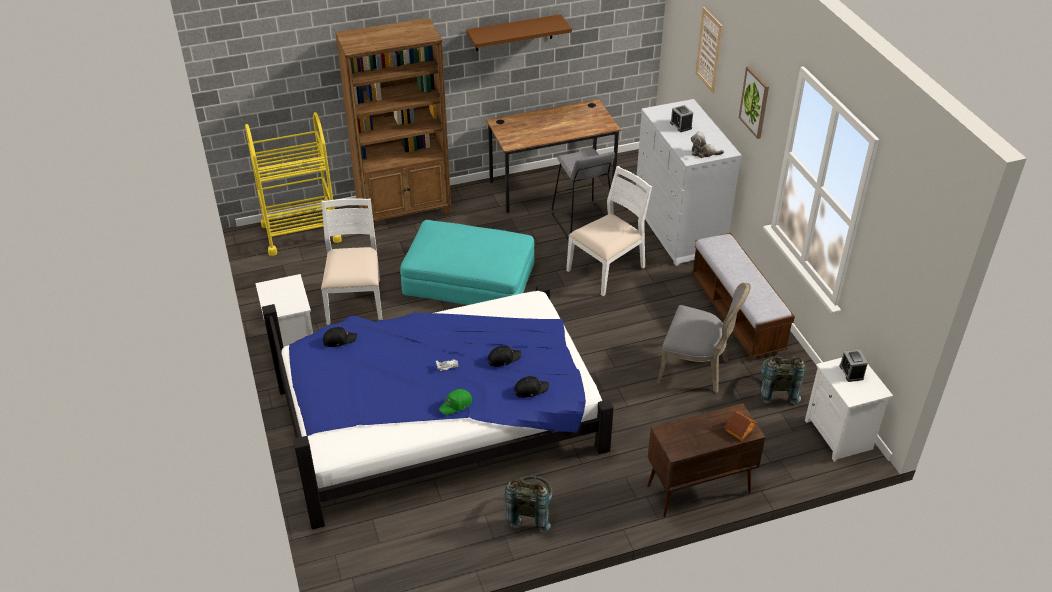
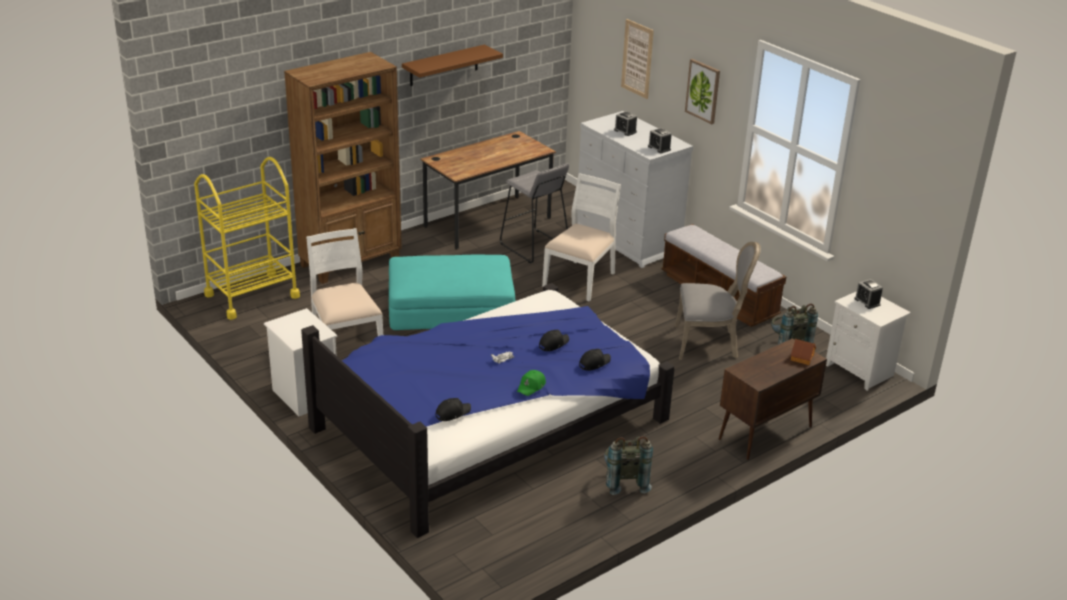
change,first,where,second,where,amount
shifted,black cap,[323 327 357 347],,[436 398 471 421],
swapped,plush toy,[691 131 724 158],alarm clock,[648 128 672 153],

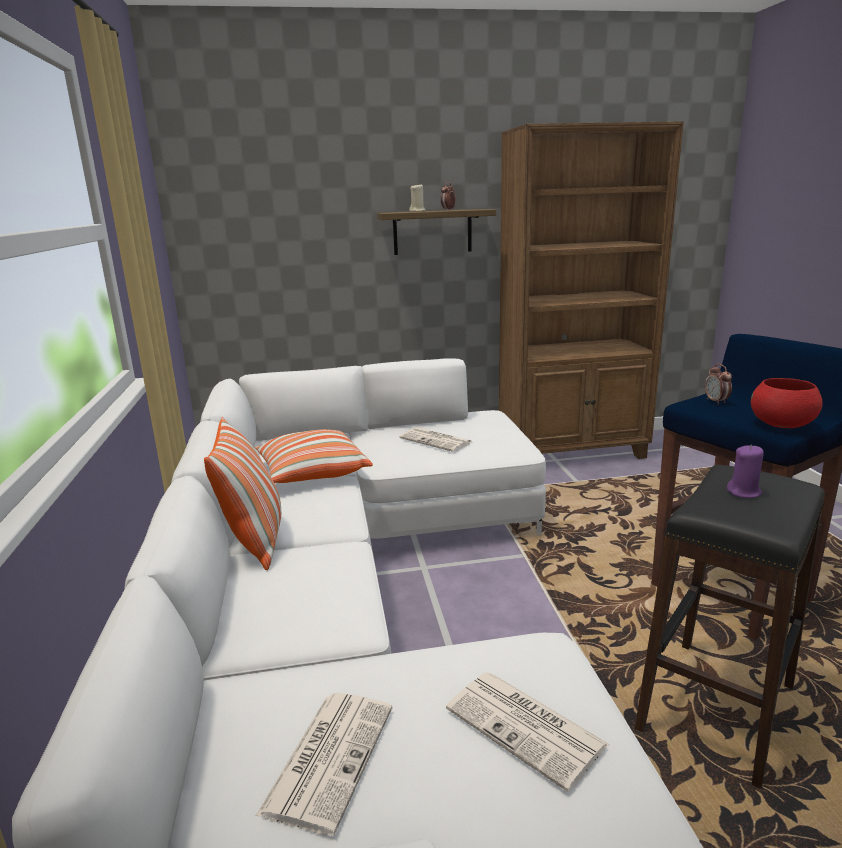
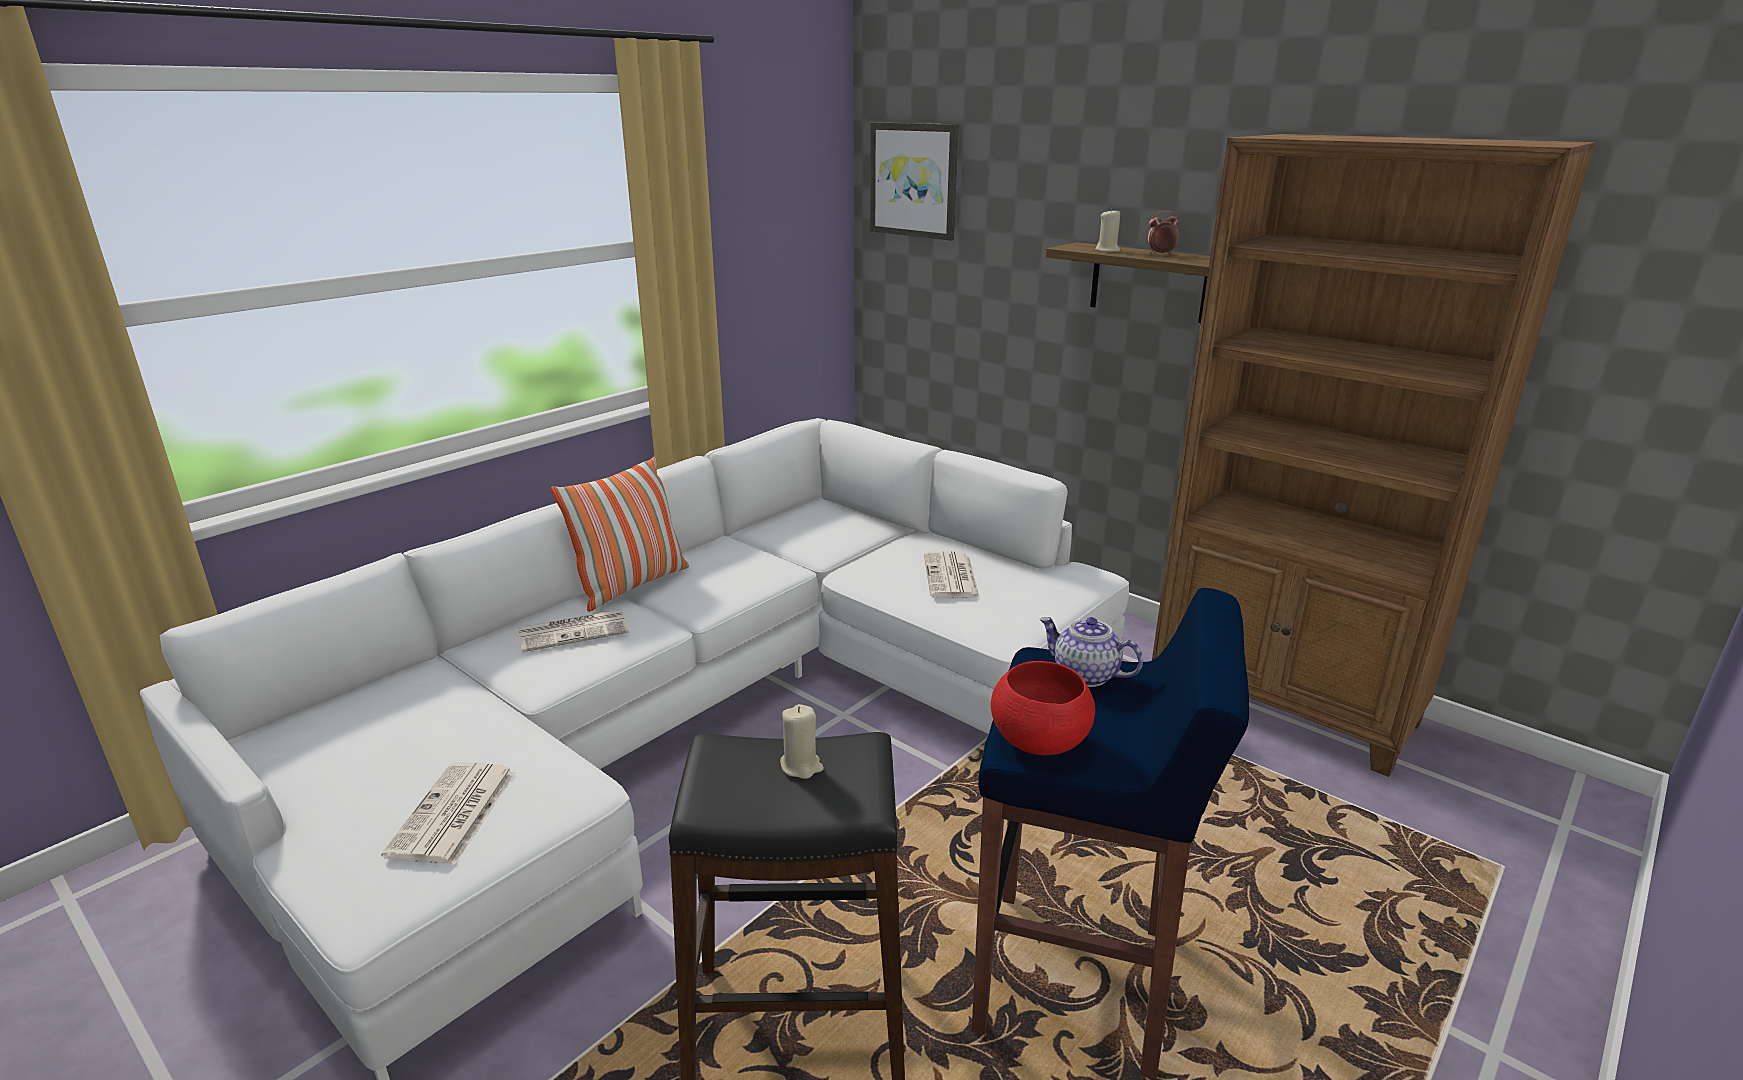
change,first,where,second,where,amount
shifted,newspaper,[256 693 392 836],,[518 609 629 652],
repainted,purple candle,[727 445 764 498],beige candle,[780 704 824 779],
new,,,picture,[870 122 958 241],
swapped,alarm clock,[705 364 732 405],teapot,[1040 617 1143 687],
gone,pillow,[255 429 373 483],,,

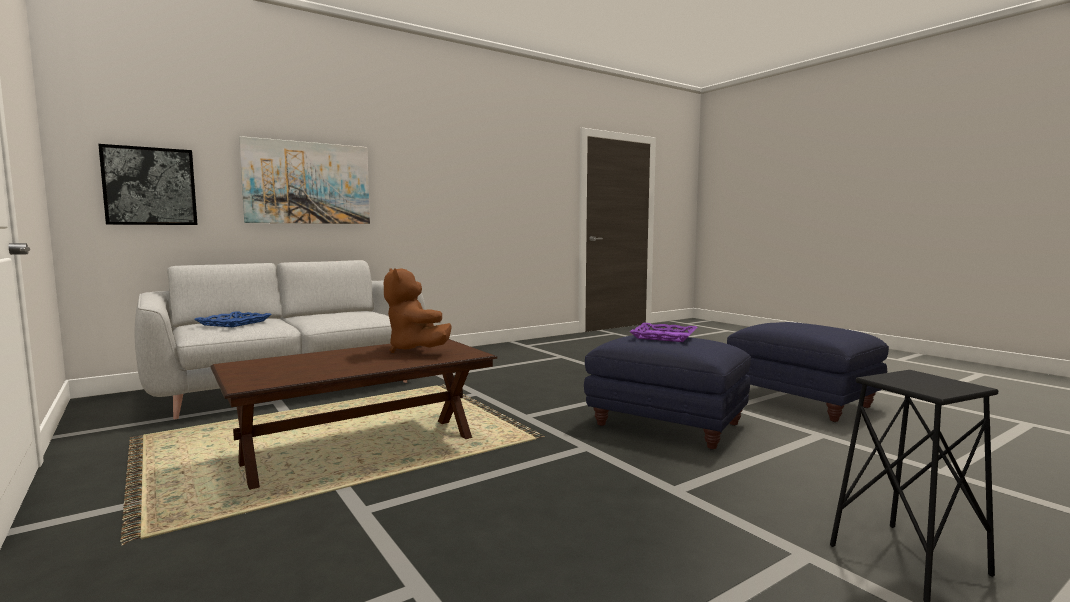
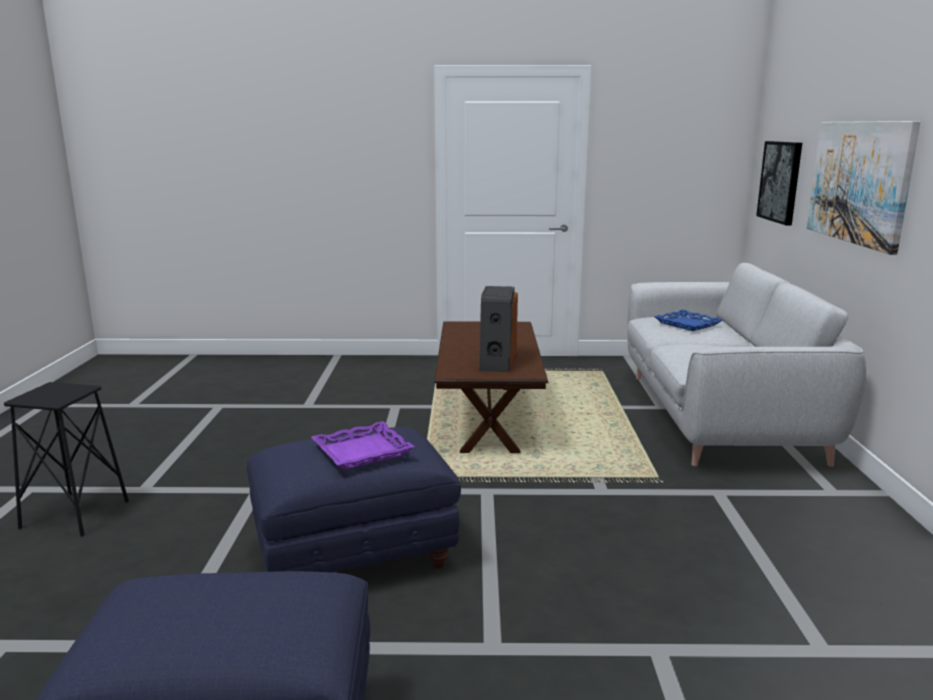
change,first,where,second,where,amount
swapped,brown plush toy,[384 268 452 353],speaker,[479 286 518 372],

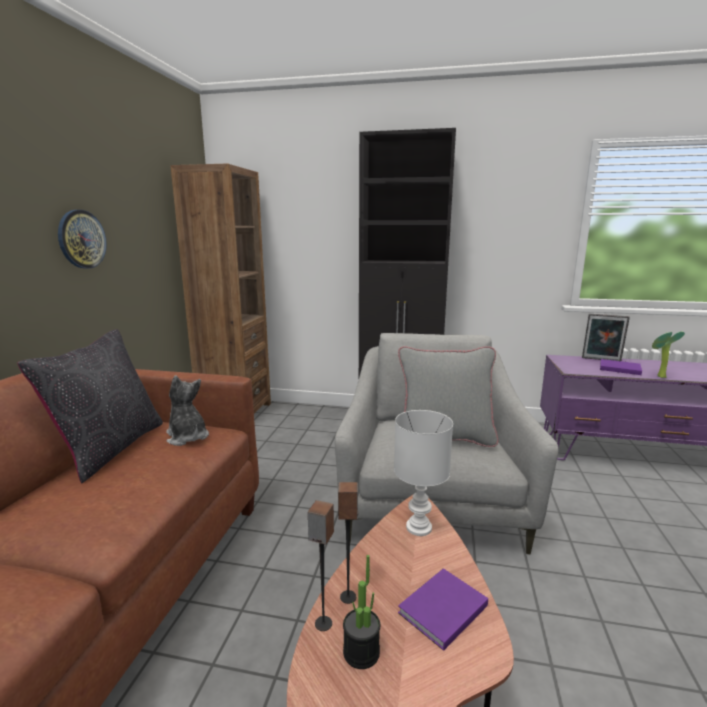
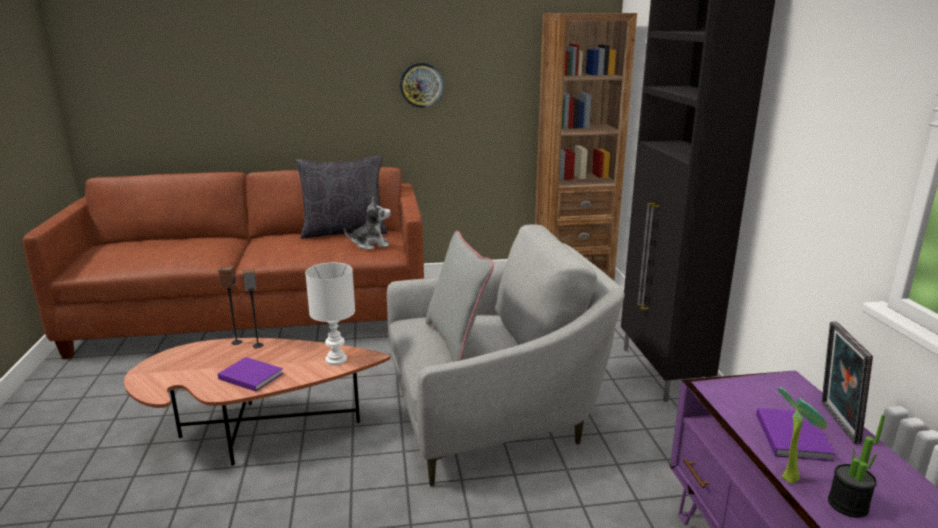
change,first,where,second,where,amount
rotated,plush toy,[166 376 209 446],,[344 198 391 250],45 degrees clockwise
shifted,potted plant,[343 555 380 669],,[828 415 885 518],

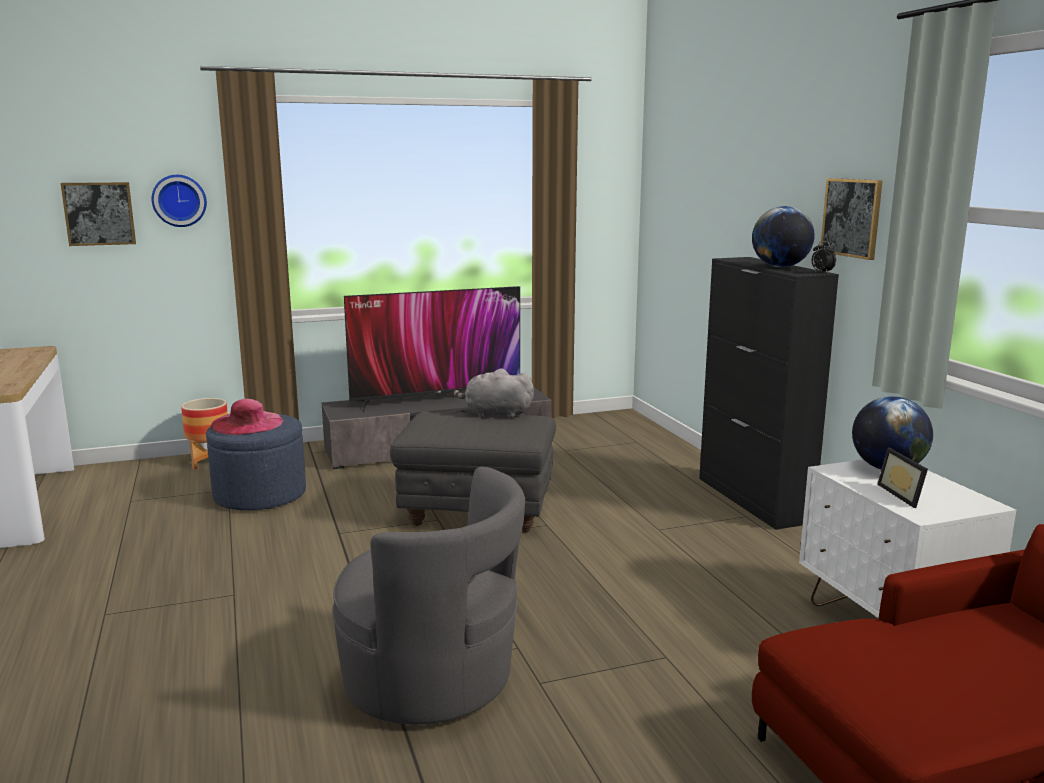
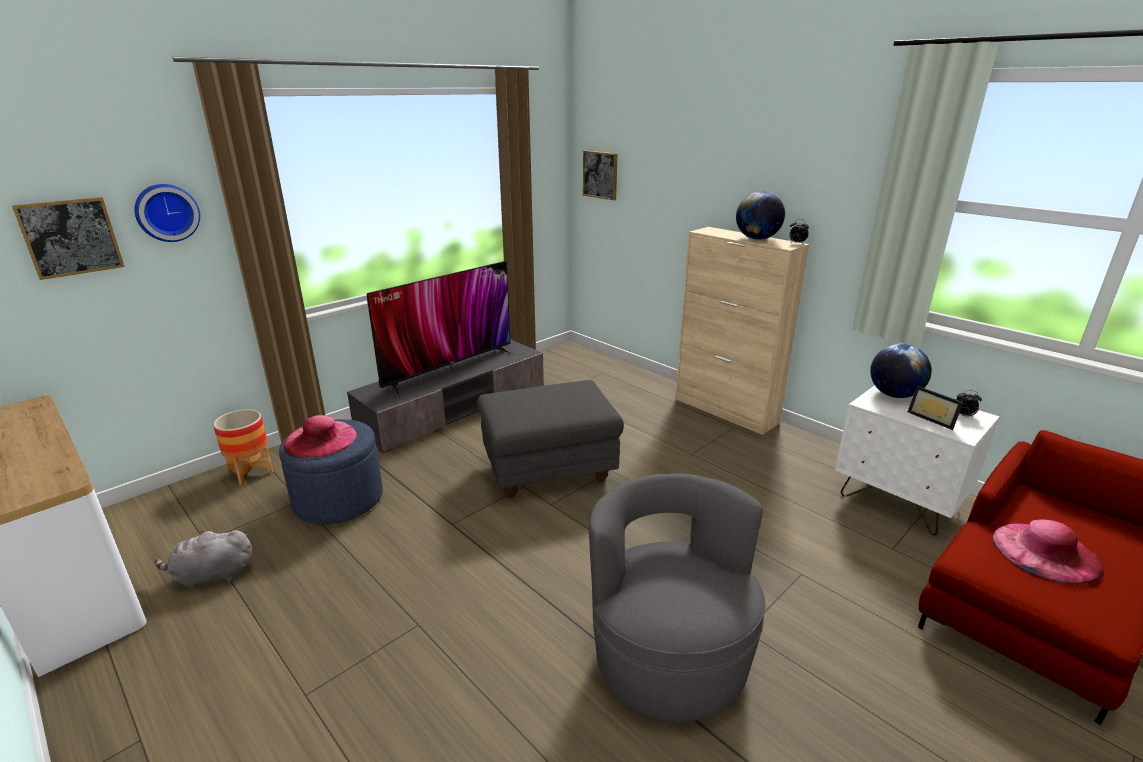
change,first,where,second,where,amount
shifted,grey plush toy,[454 368 534 418],,[155 530 252 590],
shifted,picture,[820 178 883 260],,[583 151 617 200],
rotated,grey armchair,[332 467 525 724],,[589 473 765 722],105 degrees counterclockwise
repainted,black cabinet,[699 257 839 530],beige cabinet,[675 227 809 435],
new,,,alarm clock,[956 390 982 417],
new,,,pink hat,[993 520 1104 584],

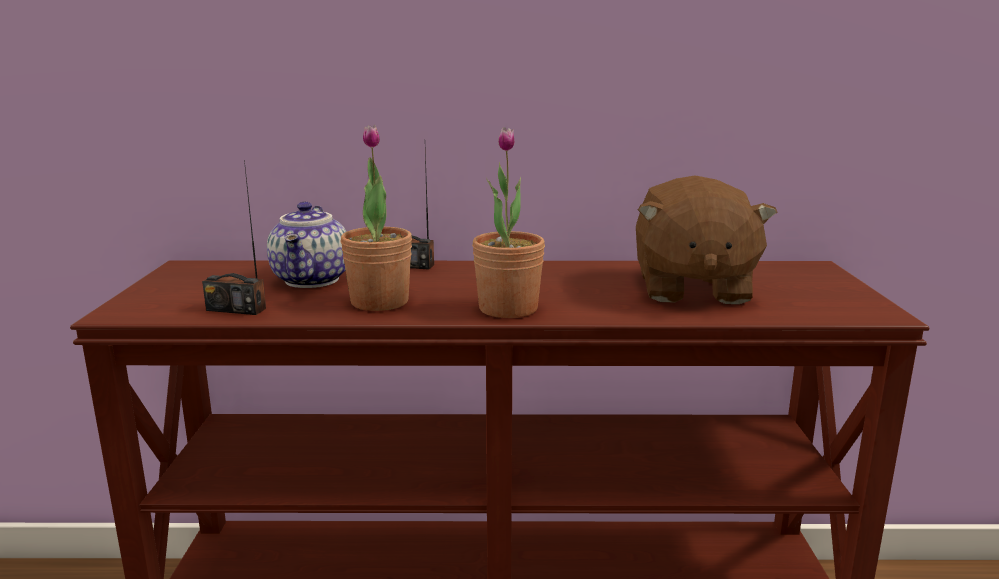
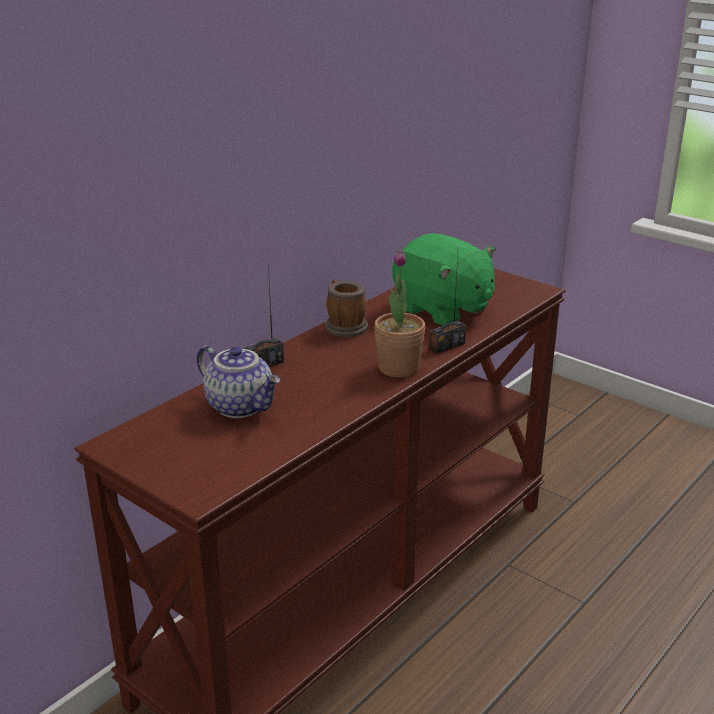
change,first,where,second,where,amount
new,,,mug,[325 280 368 337],
repainted,brown plush toy,[636 176 778 304],green plush toy,[392 233 496 325],
shifted,radio,[202 160 266 315],,[429 256 466 354],
gone,potted plant,[341 125 412 311],,,

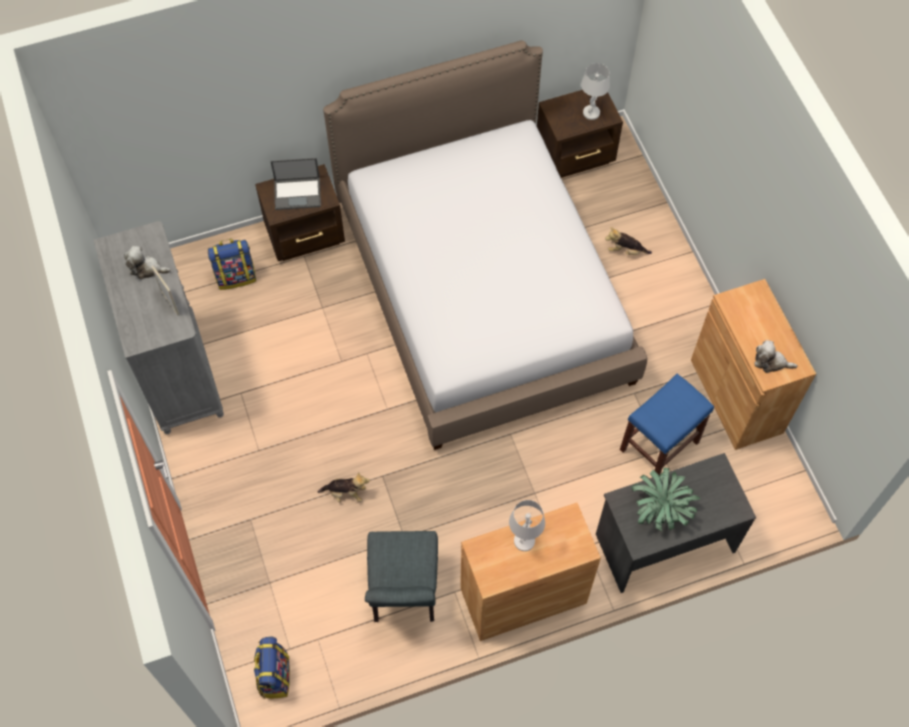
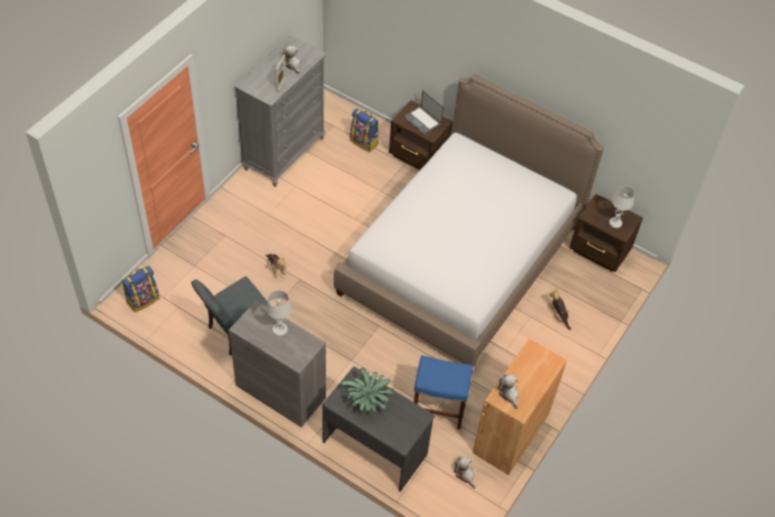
change,first,where,second,where,amount
repainted,brown cabinet,[461 503 601 641],grey cabinet,[229 301 326 428],
new,,,plush toy,[454 456 476 489],

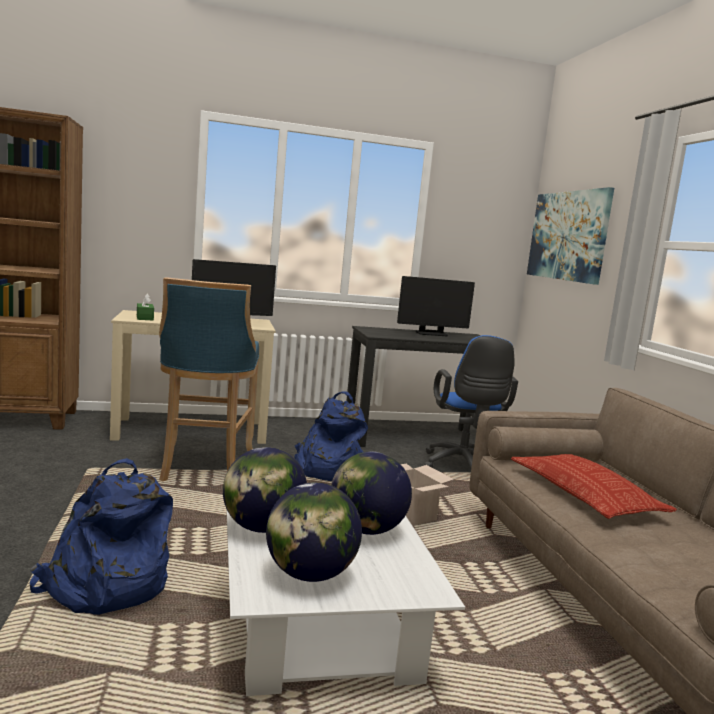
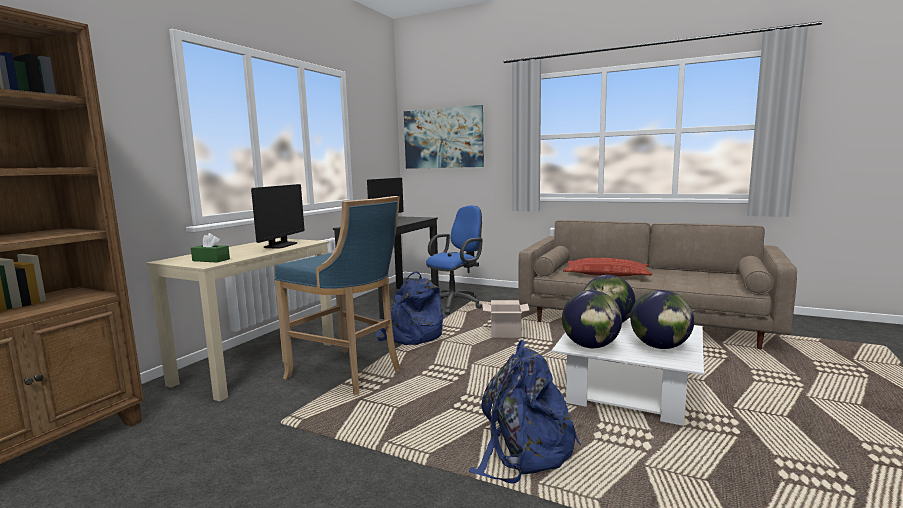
change,first,where,second,where,amount
rotated,blue office chair,[424 335 518 469],,[426 205 483 315],75 degrees counterclockwise

